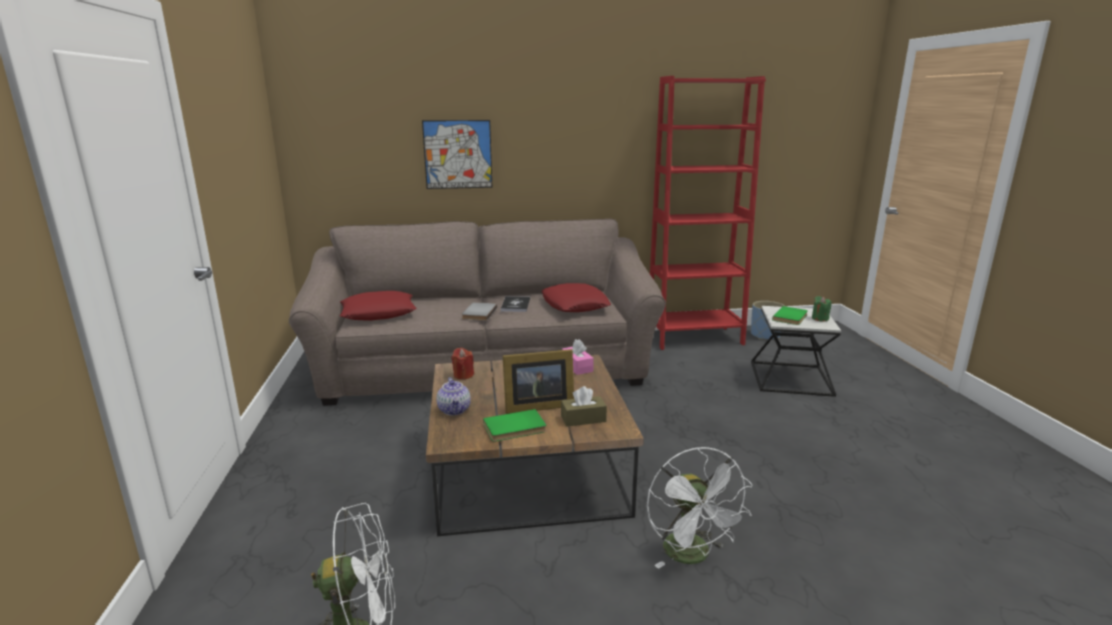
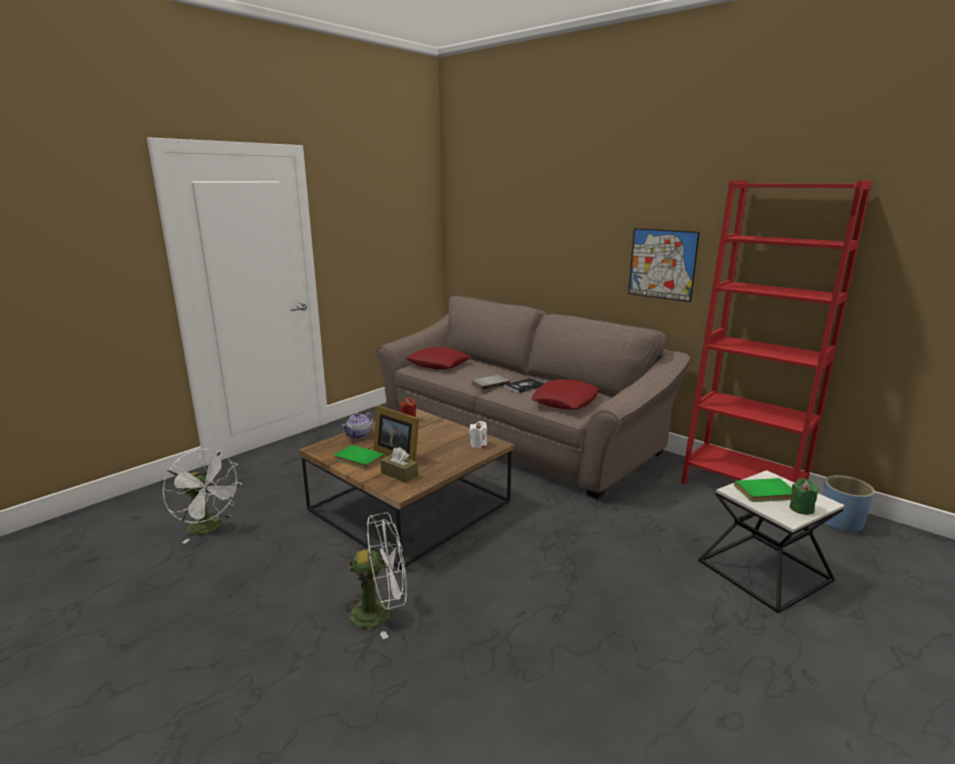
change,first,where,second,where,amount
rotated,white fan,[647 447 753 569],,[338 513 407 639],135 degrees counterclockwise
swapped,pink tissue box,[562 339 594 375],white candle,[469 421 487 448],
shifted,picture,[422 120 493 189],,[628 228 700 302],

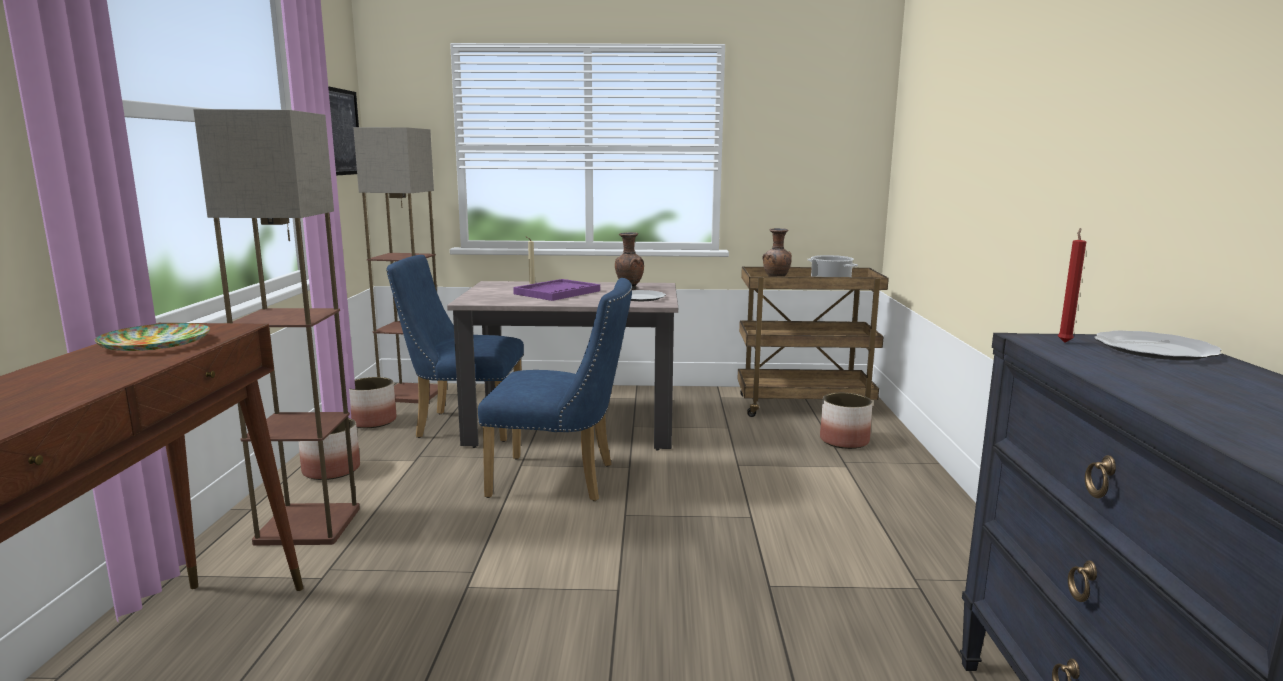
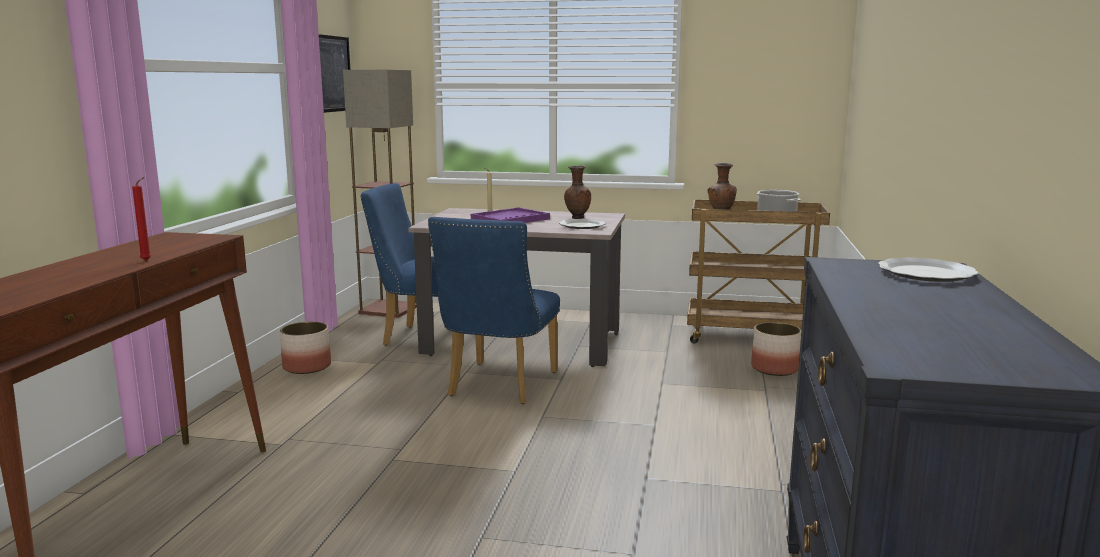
change,first,where,second,where,amount
shifted,red candle,[1058 228 1086 343],,[132 177 151 260],
rotated,blue chair,[478 278 632 501],,[428 217 560 404],90 degrees clockwise
gone,plate,[95 323 210 351],,,
gone,floor lamp,[193 109 360 546],,,
gone,planter,[349 377 396 428],,,

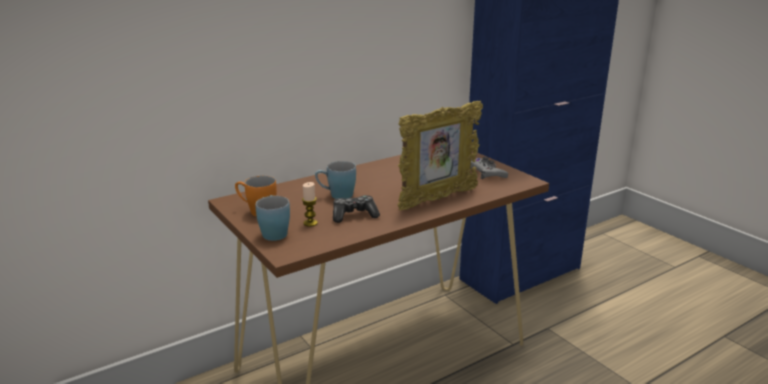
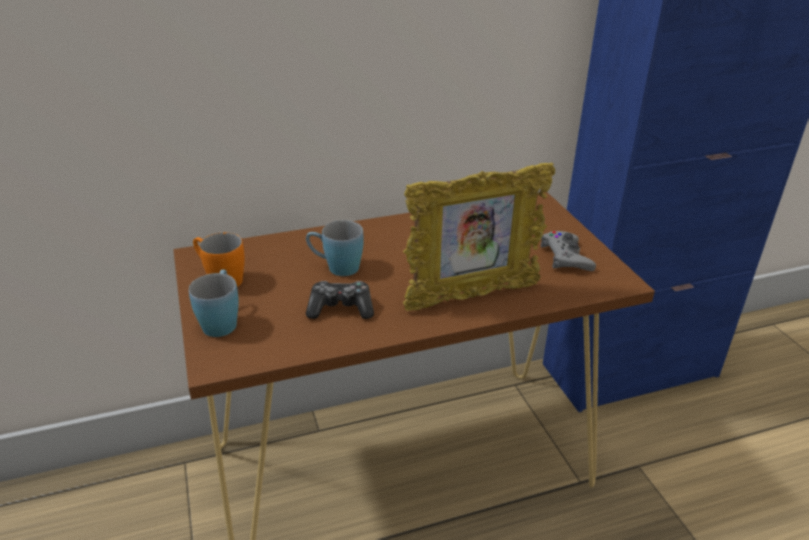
change,first,where,second,where,amount
gone,candle,[302 182 318 227],,,

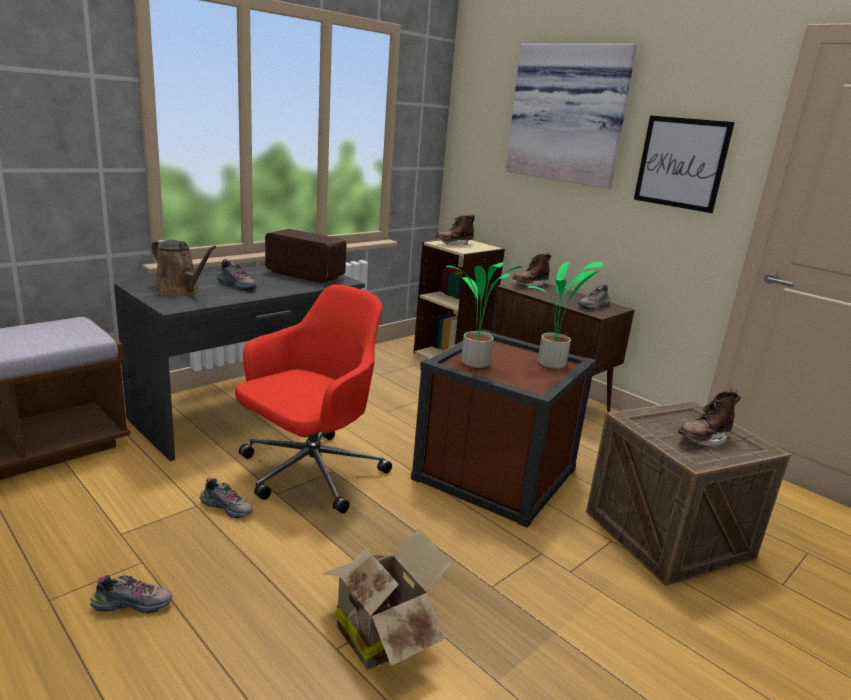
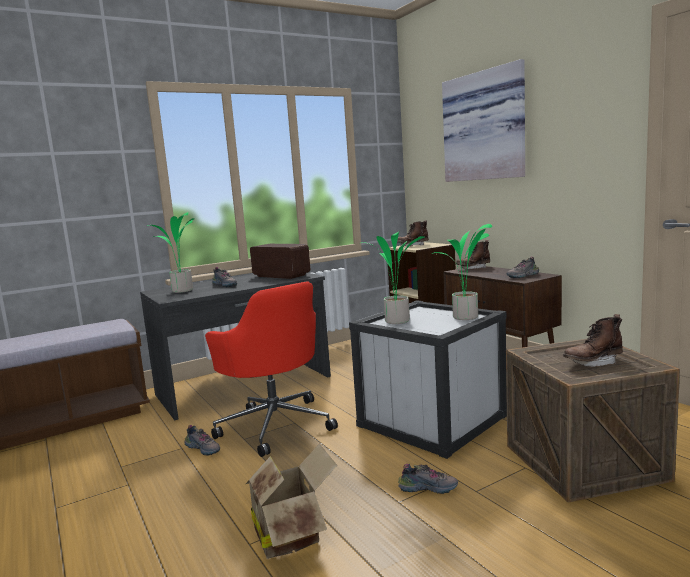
change,first,where,second,where,amount
swapped,brown watering can,[151 240 217 296],potted plant,[147 212 194 293],
rotated,red office chair,[235 285 392 514],,[205 282 338 457],90 degrees clockwise
repainted,brown storage box,[411 330 596 528],white storage box,[349 300 507 459],
shifted,shoe,[90 575 172 614],,[398 464 458 494],
gone,picture,[634 115 735 213],,,

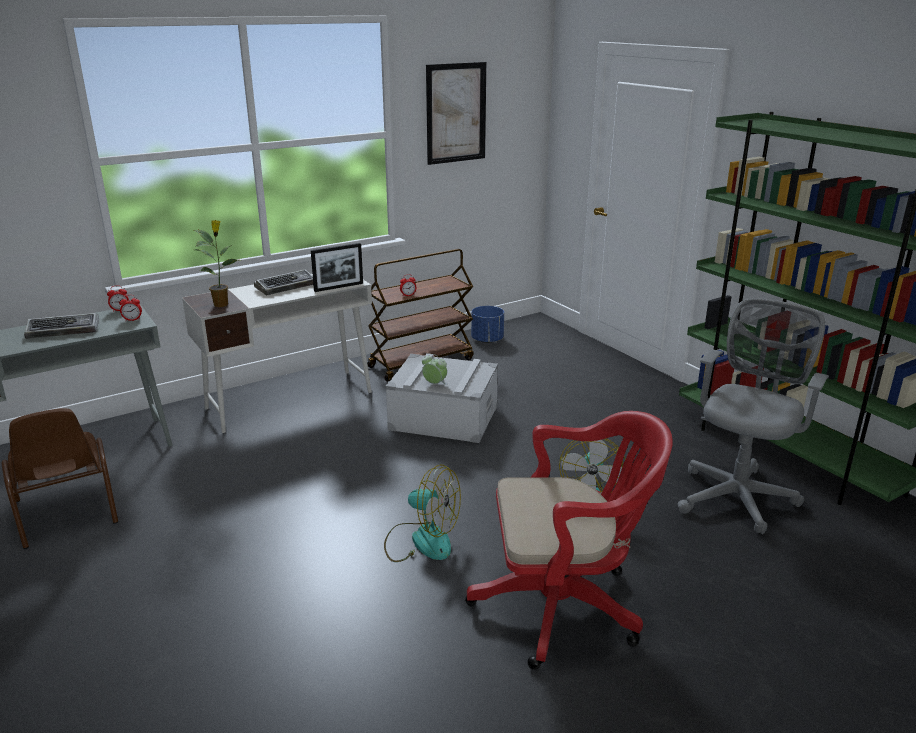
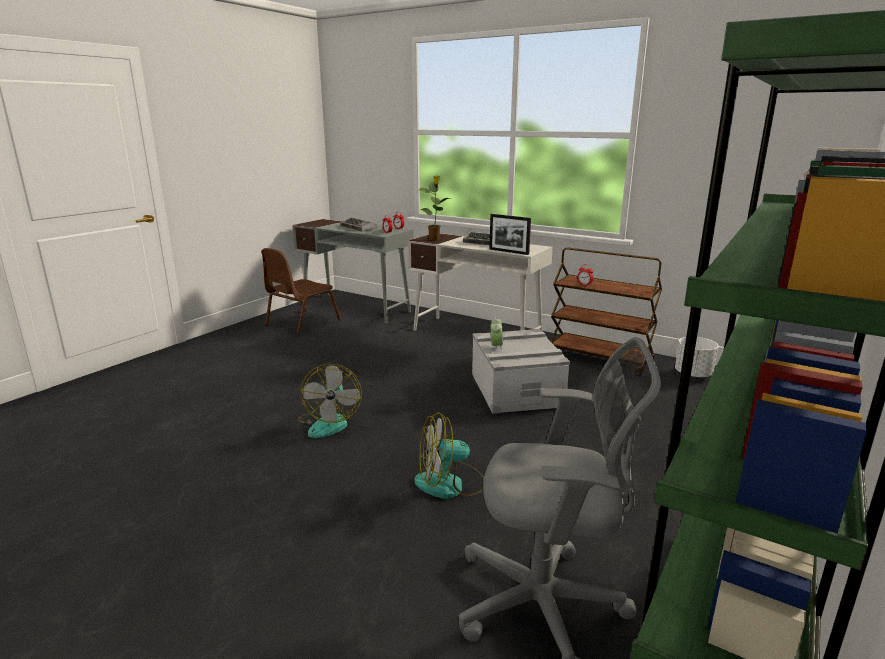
change,first,where,second,where,amount
repainted,blue planter,[471 306 504 343],white planter,[675 337 719 378],
gone,picture,[426 62 486 165],,,
gone,red office chair,[465 411 673 670],,,

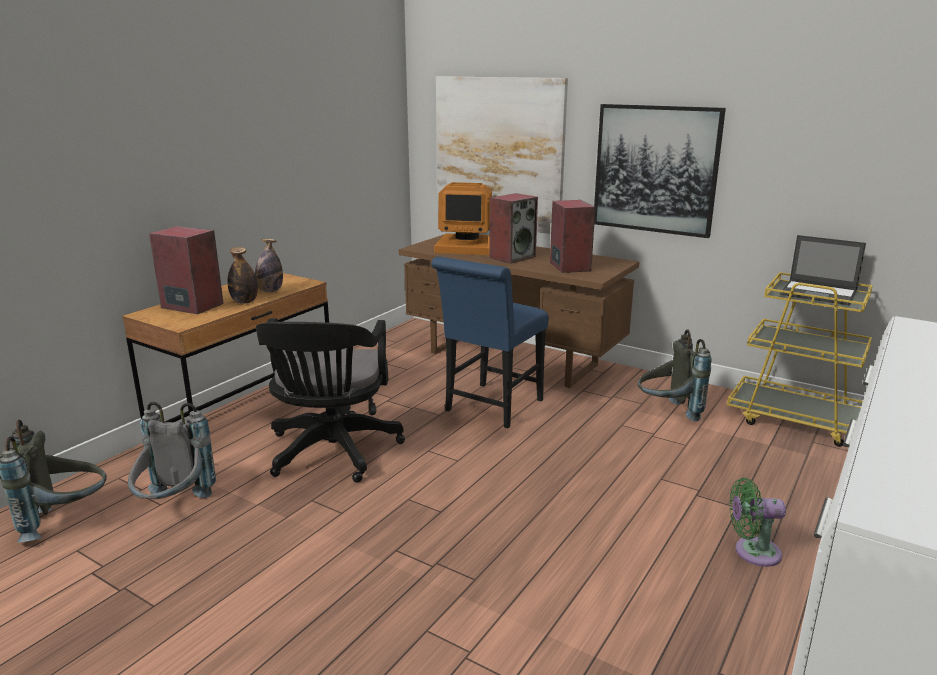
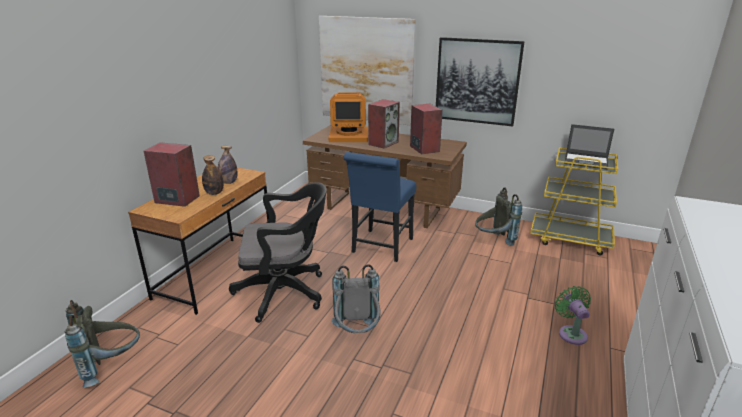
change,first,where,second,where,amount
rotated,black office chair,[256 318 405 483],,[229 182 327 323],90 degrees counterclockwise
shifted,grey backpack,[128 402 216 499],,[332 264 381 333],
rotated,green fan,[729 478 786 567],,[555 286 591 345],90 degrees clockwise

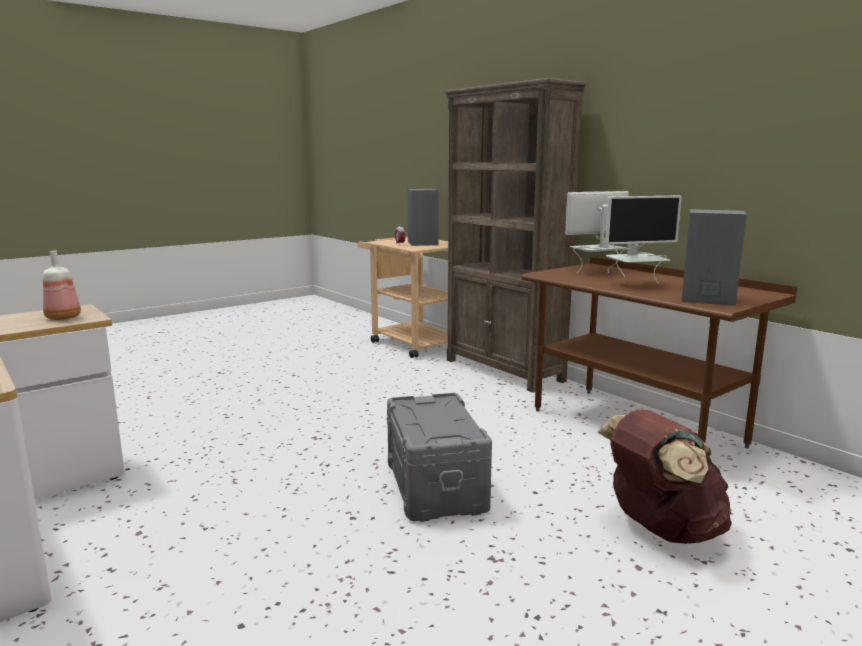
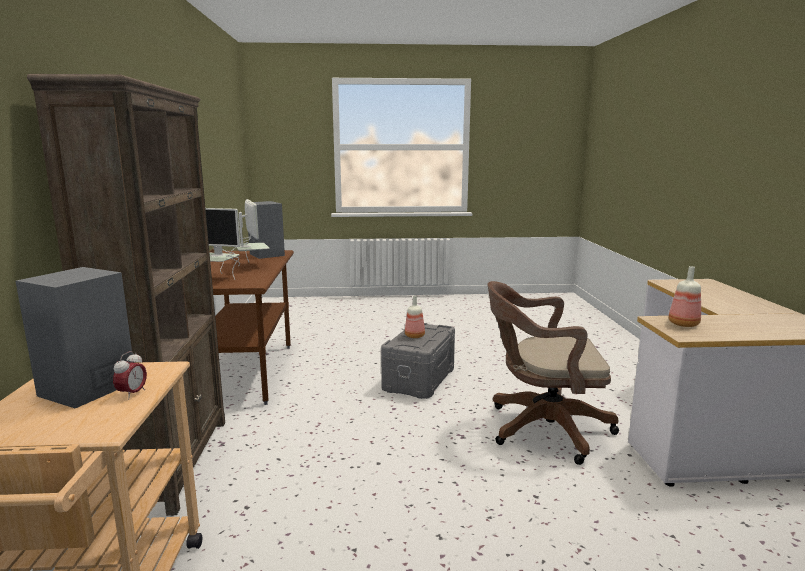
change,first,where,second,where,amount
rotated,monitor,[605 196 682 284],,[229 199 269 265],45 degrees clockwise
new,,,bottle,[405 296 425 338],
new,,,brown office chair,[488 281 619 465],
gone,brown backpack,[597 409 732 544],,,

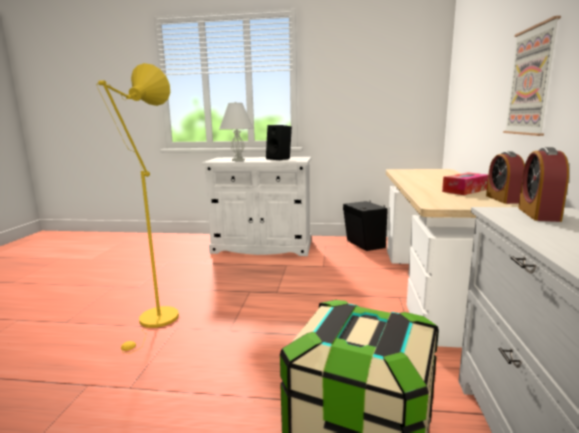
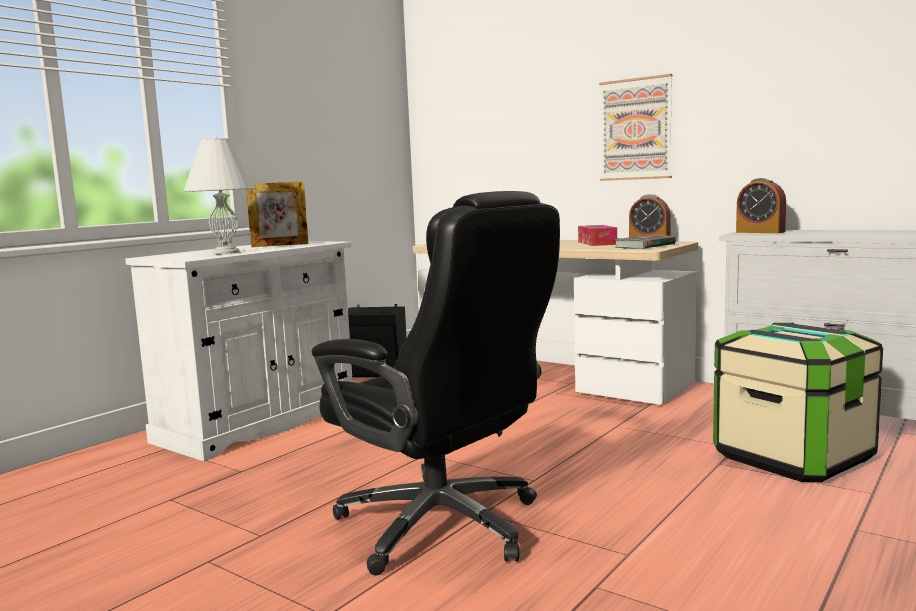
change,first,where,second,where,amount
swapped,black speaker,[266 125 292 160],picture frame,[246 182 309 247],
swapped,yellow floor lamp,[96 63 179 354],black office chair,[312 191 560 575],
new,,,book,[614 235 676 249],

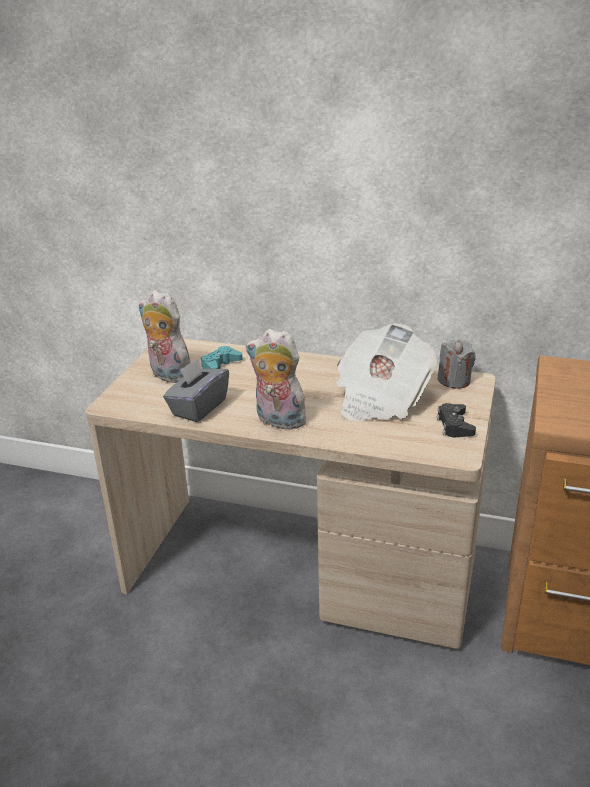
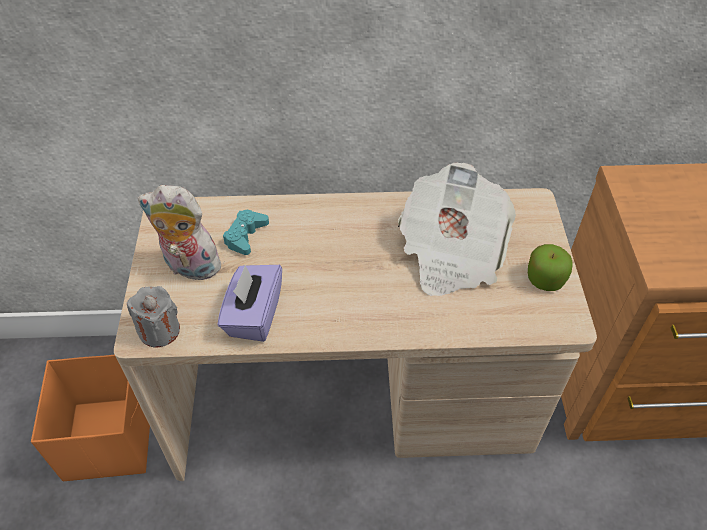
change,first,where,second,where,amount
new,,,orange storage box,[31 355 150 481],
shifted,grey candle,[437 340 476 389],,[127 286 180 348],
repainted,grey tissue box,[163 358 229 422],purple tissue box,[218 265 282 342],
swapped,black game controller,[436 403 476 437],apple,[528 244 573 291],
gone,plush toy,[246 329 307 430],,,

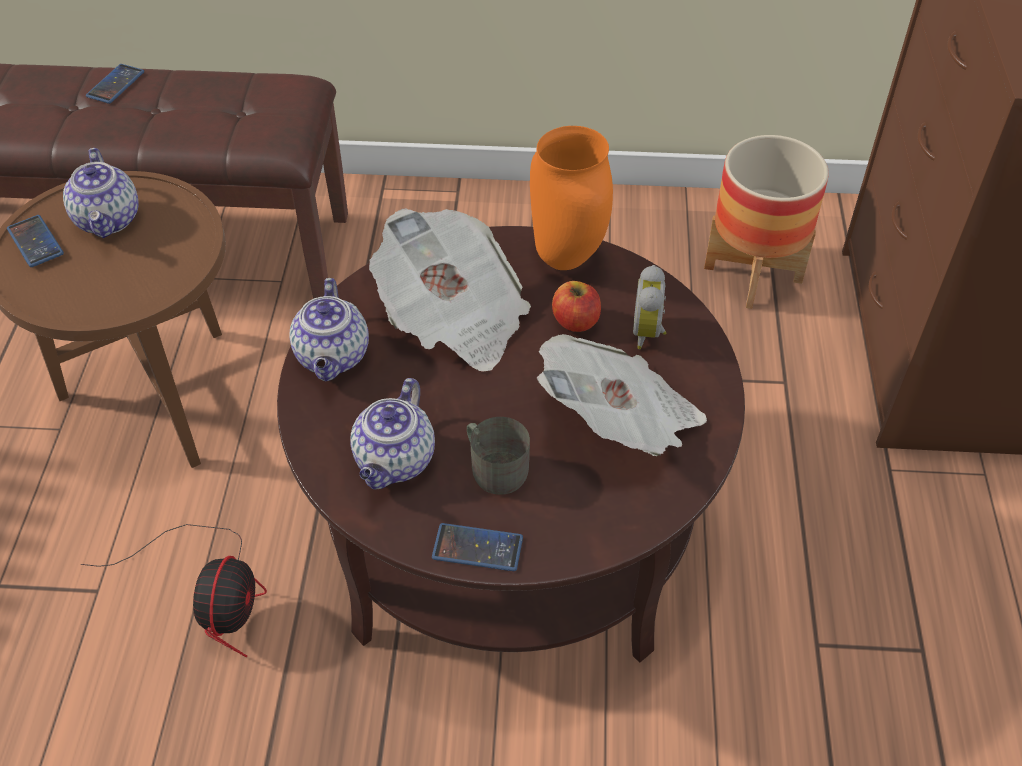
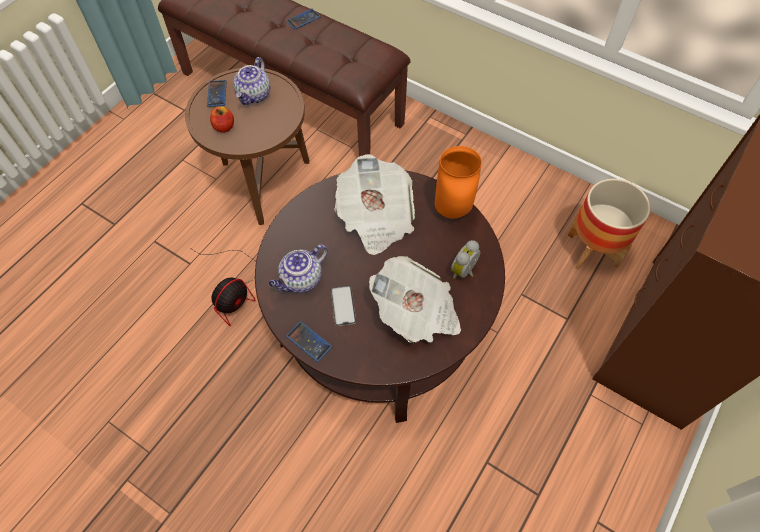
change,first,where,second,where,amount
shifted,apple,[552 281 601 332],,[210 106 234 133],
swapped,grey mug,[467 417 530 495],phone,[331 286 356 326],
gone,teapot,[289 278 369 381],,,

